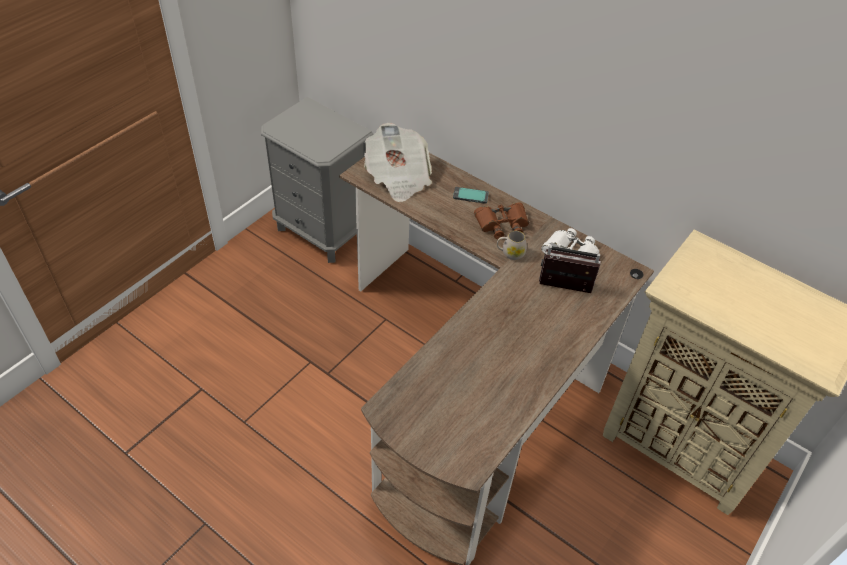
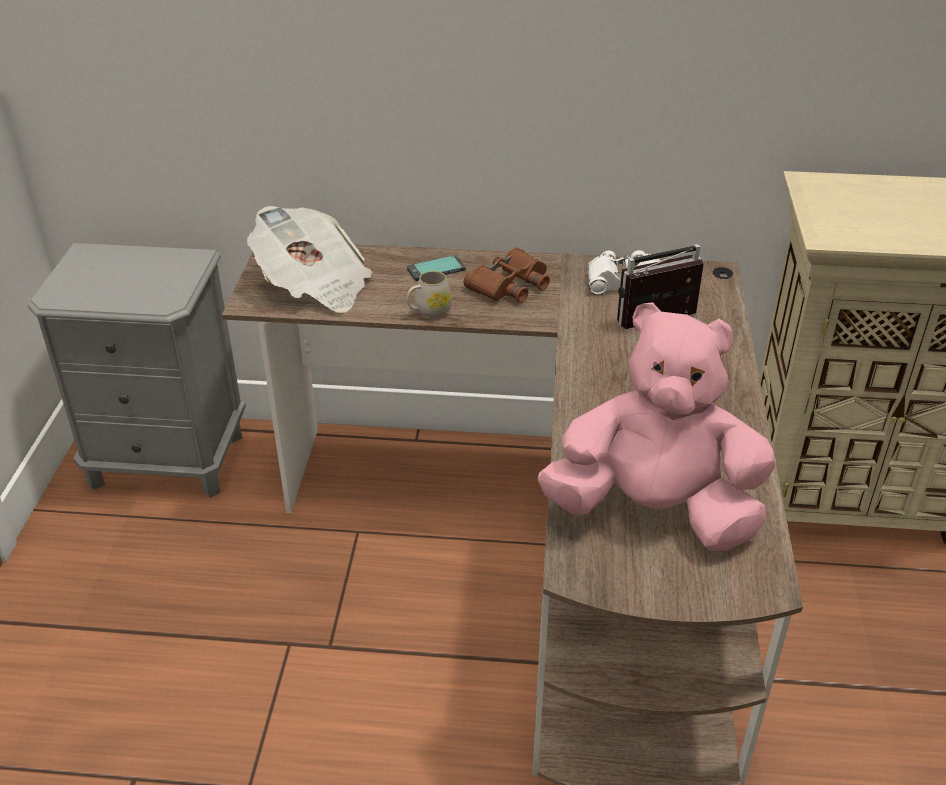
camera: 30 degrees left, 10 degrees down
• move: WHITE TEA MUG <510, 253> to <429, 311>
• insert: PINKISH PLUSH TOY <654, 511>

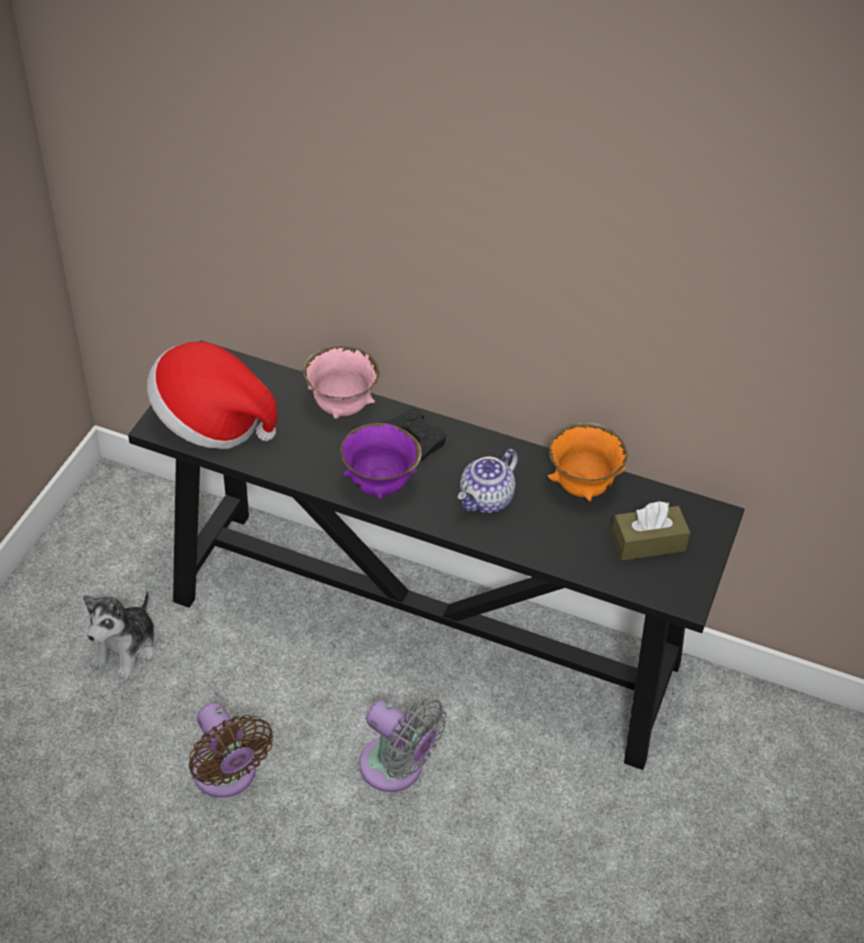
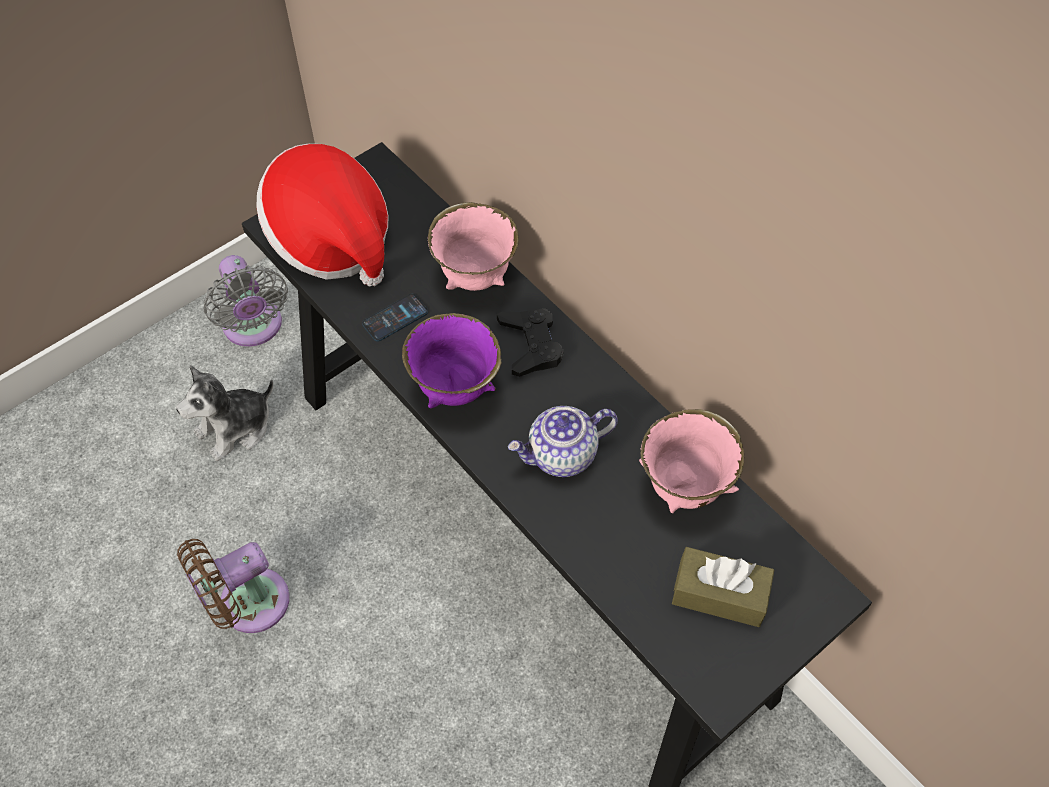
camera: 30 degrees right, 10 degrees up
• rotate: BROWN-COLOURED ELECTRIC FAN <227, 775> = <247, 605> 60 degrees clockwise
• move: GREYISH ELECTRIC FAN <396, 768> to <254, 328>
• recolor: ORANGE-COLOURED DEEP DISH <583, 487> to PINKISH DEEP DISH <685, 487>
• insert: PHONE <395, 318>

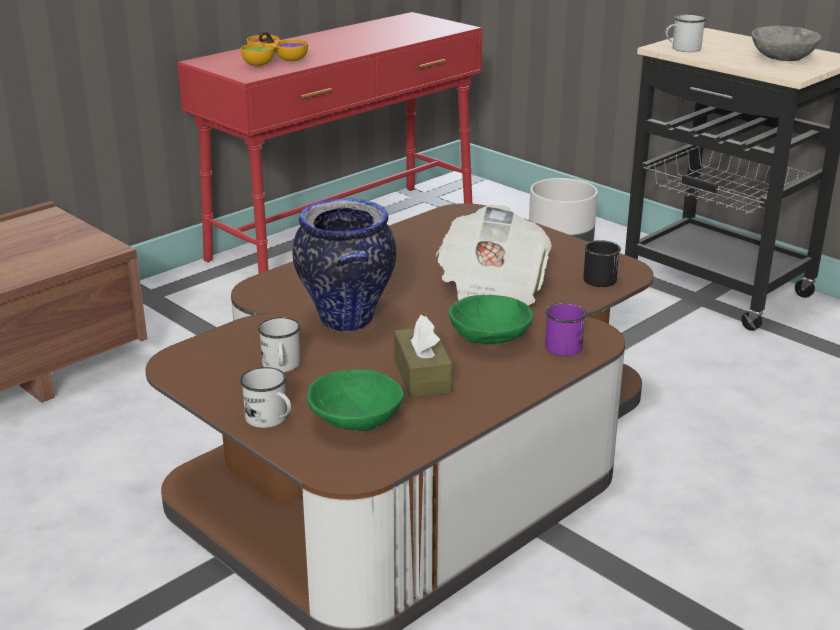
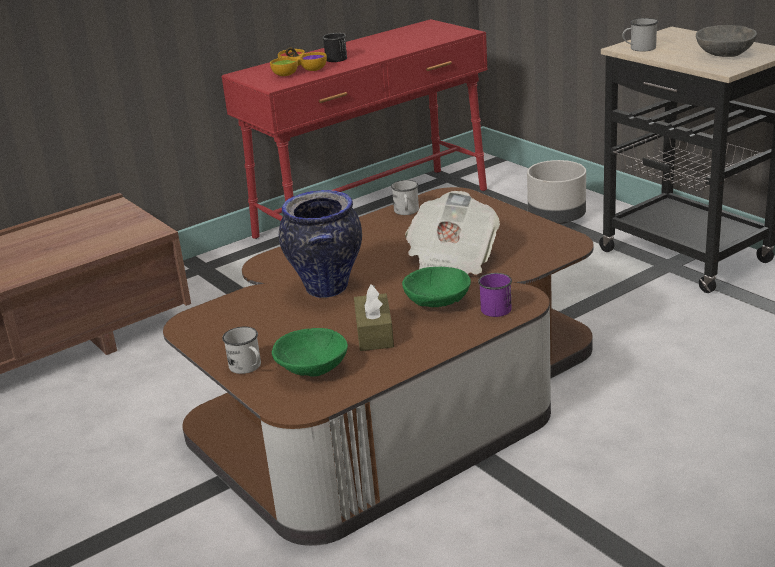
camera: 10 degrees right, 0 degrees up
• move: WHITE TEA MUG <281, 367> to <406, 212>
• move: BLACKISH TEA MUG <600, 278> to <338, 58>

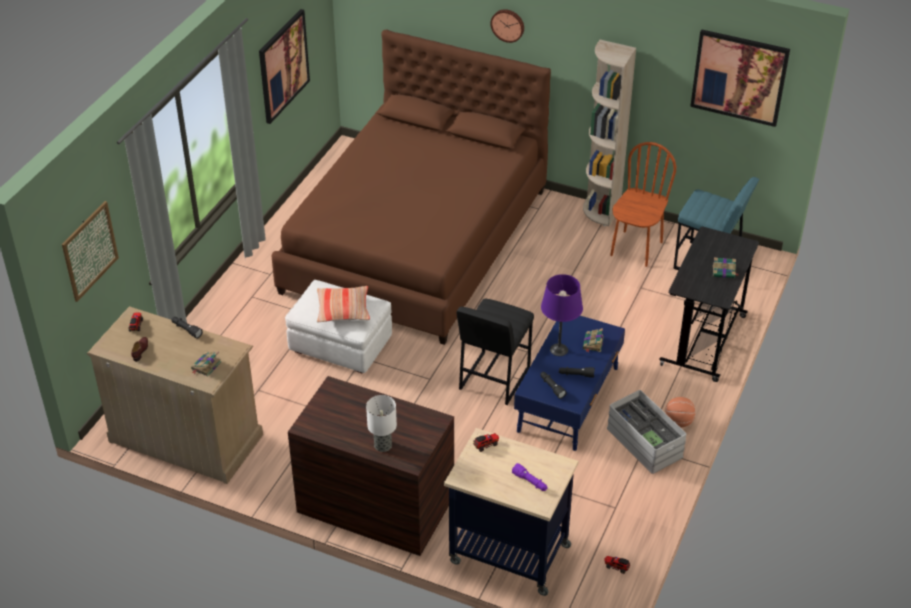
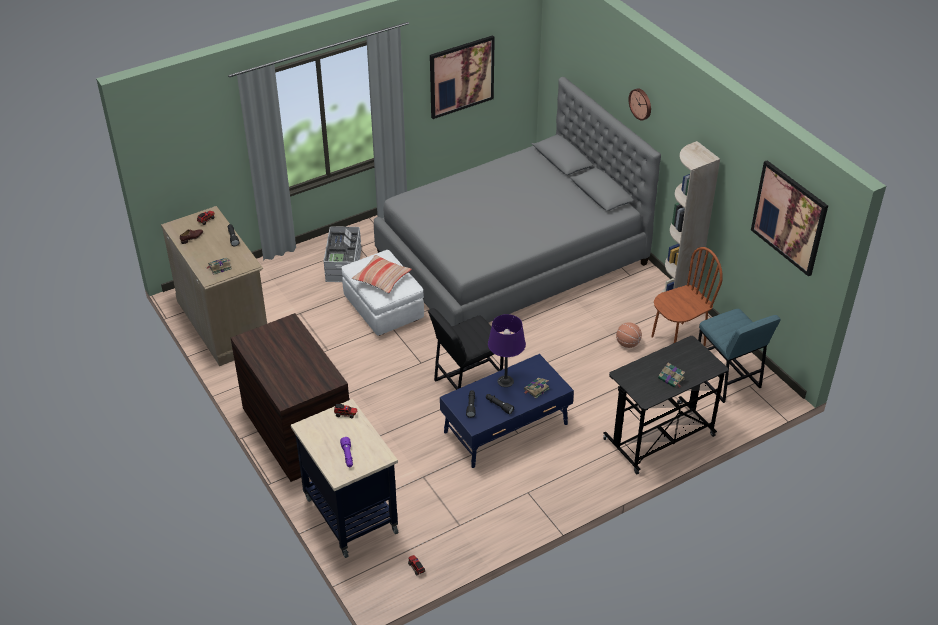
camera: 35 degrees right, 0 degrees up
• delete: PICTURE <89, 250>
• recolor: BROWN-COLOURED BED <416, 240> to GREYISH BED <512, 258>
• delete: TABLETOP LAMP <383, 446>
• move: GREYISH STORAGE BIN <644, 442> to <343, 263>
• move: BASKETBALL BALL <678, 422> to <628, 344>

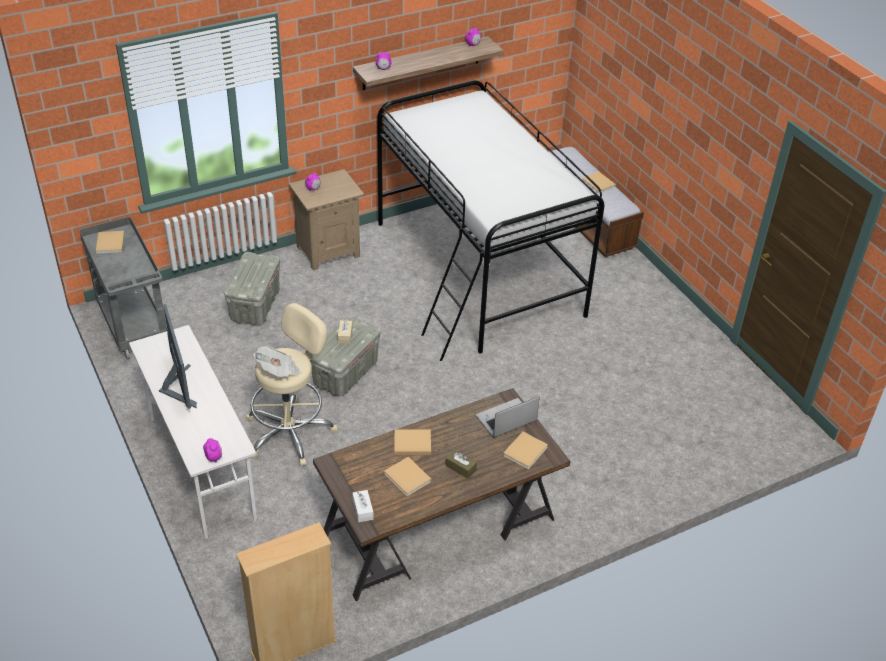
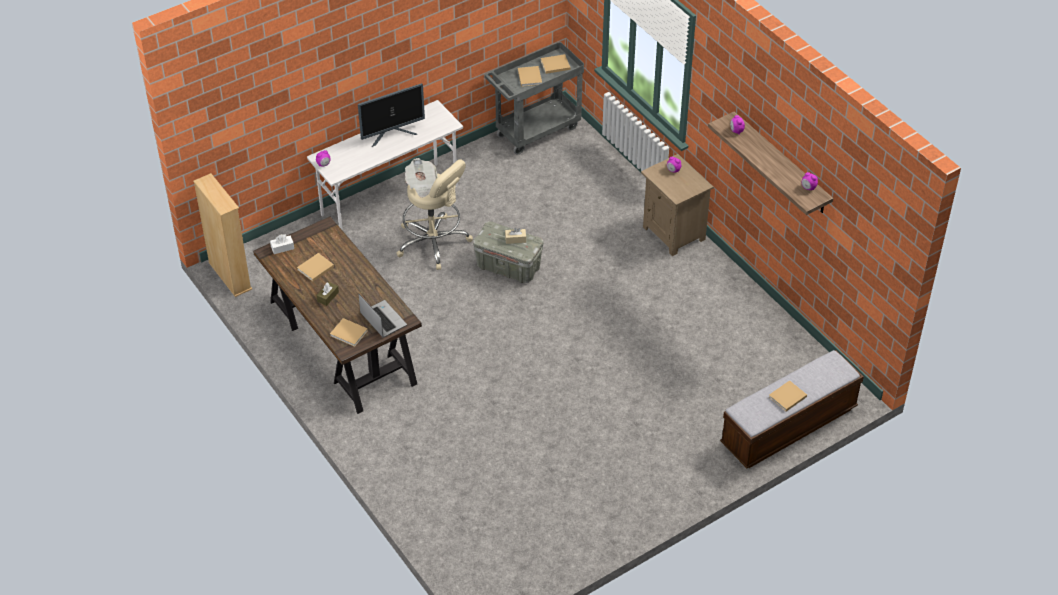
camera: 85 degrees right, 5 degrees up
• delete: GREYISH STORAGE BIN <255, 305>
• delete: BLACKISH BED <477, 271>
• move: BEIGE VOLUME <411, 443> to <529, 76>

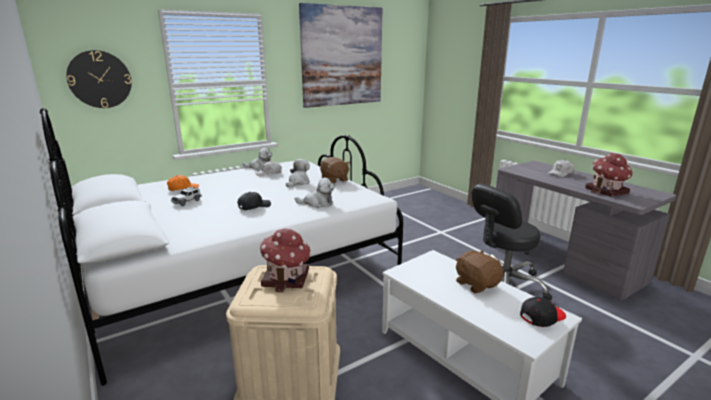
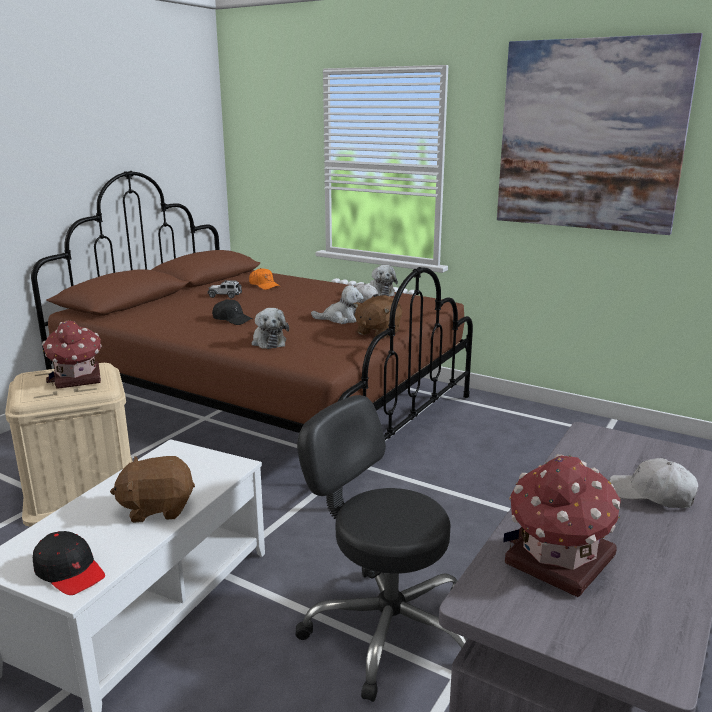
camera: 65 degrees right, 0 degrees up
• recolor: WHITE BED <240, 271> to BROWN-COLOURED BED <267, 405>
• delete: CLOCK ON THE WALL <100, 79>
• rotate: BROWN-COLOURED PLUSH TOY <476, 284> = <157, 508> 135 degrees counterclockwise

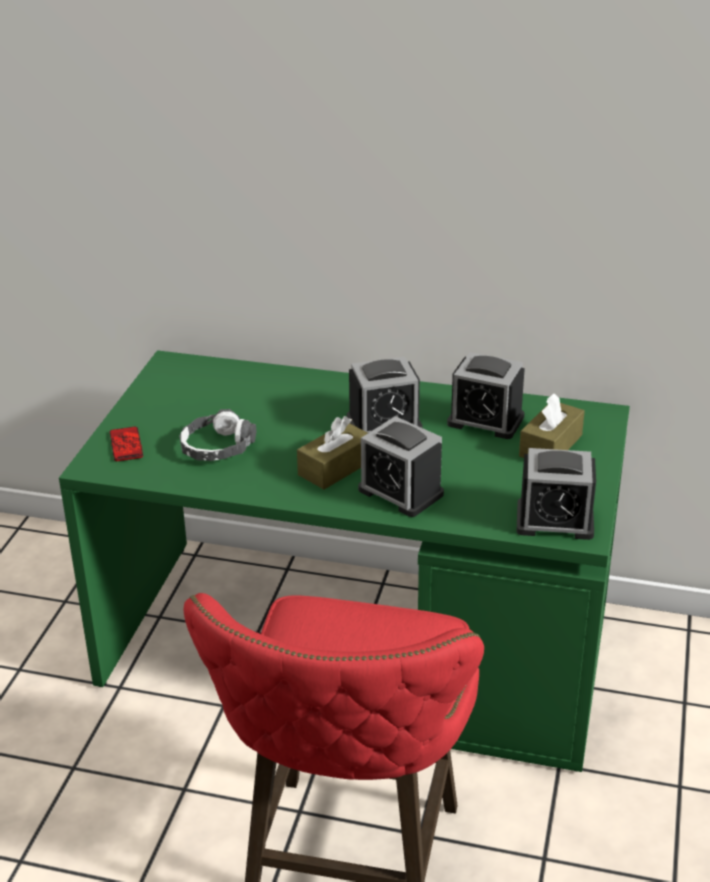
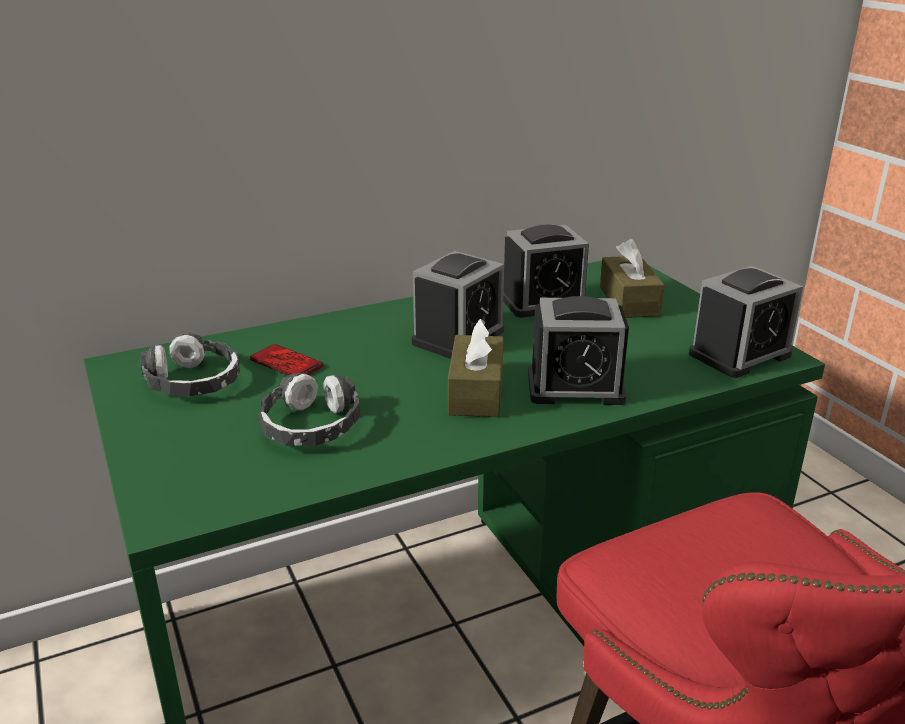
camera: 40 degrees left, 5 degrees down
• move: PHONE <126, 445> to <286, 363>
• insert: PAIR OF HEADPHONES <193, 381>

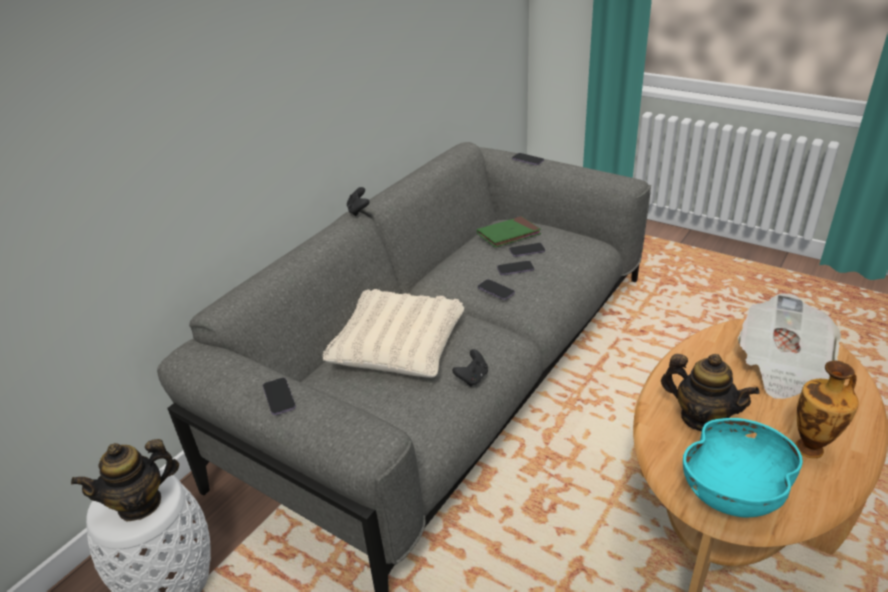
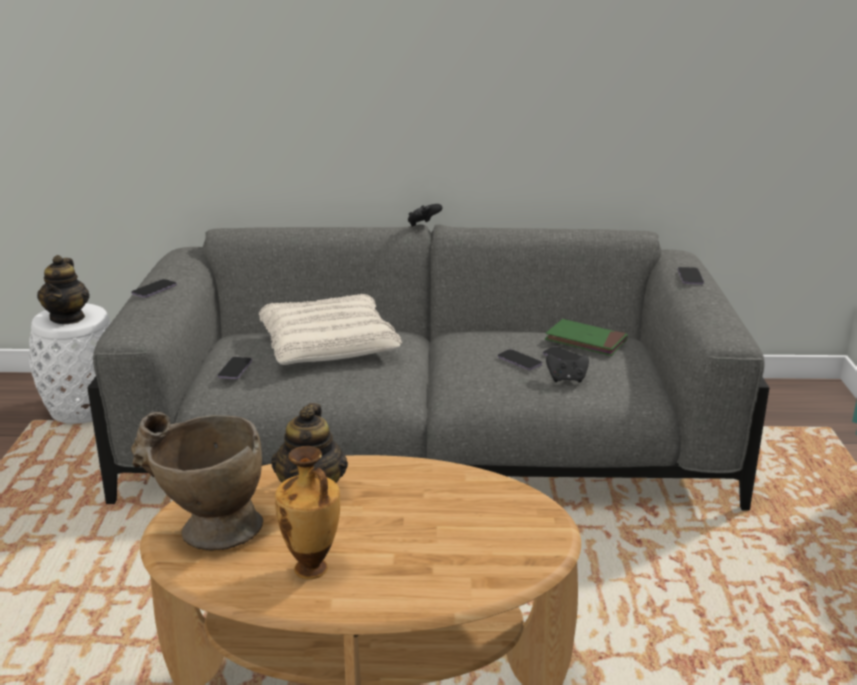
camera: 55 degrees right, 10 degrees down
• rotate: POT FOR TEA <140, 504> = <68, 318> 120 degrees counterclockwise
• move: BLACKISH GAMEPAD <472, 378> to <567, 379>
• move: PHONE <496, 291> to <235, 370>
• replace: BLUE-GREEN DEEP DISH <734, 491> to BEIGE VASE <207, 531>
• delete: PRINTED PAPER <782, 367>

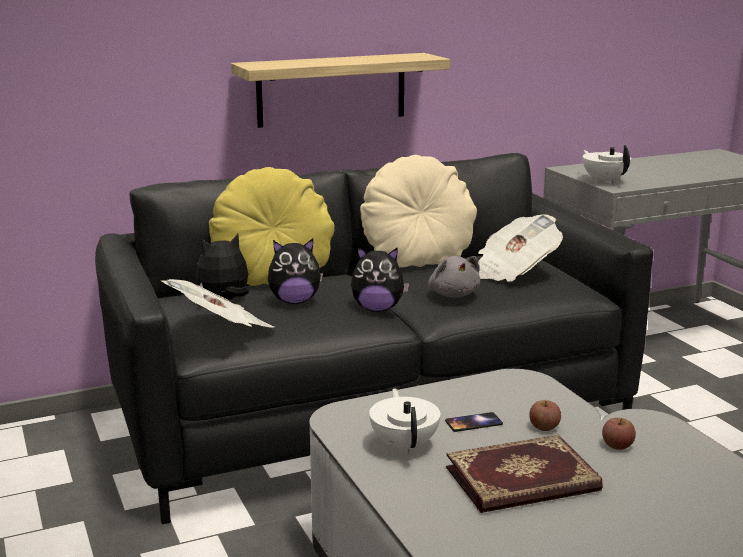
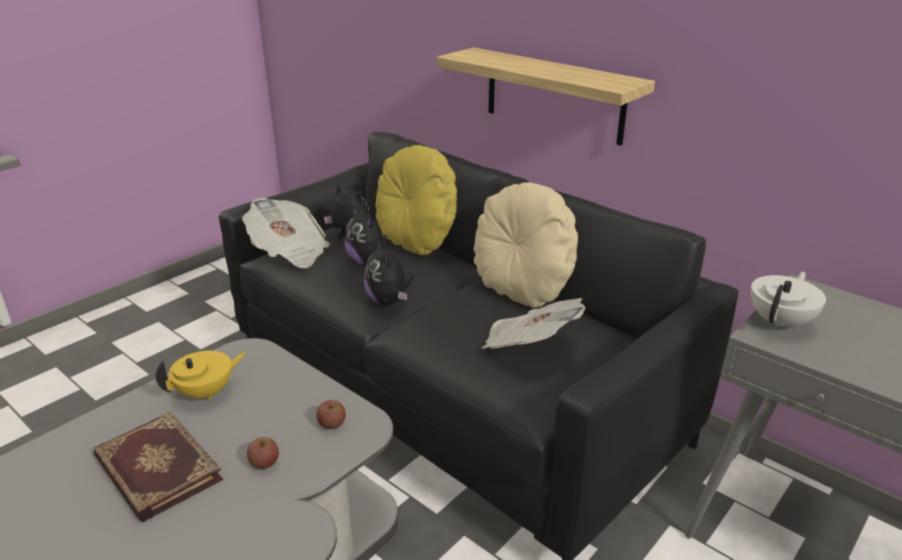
camera: 65 degrees right, 10 degrees up
• recolor: WHITE POT FOR TEA <404, 445> to YELLOW POT FOR TEA <206, 393>
• delete: GREYISH PLUSH TOY <453, 294>
• delete: PHONE <473, 423>
• move: WHOLE APPLE <617, 445> to <332, 424>

